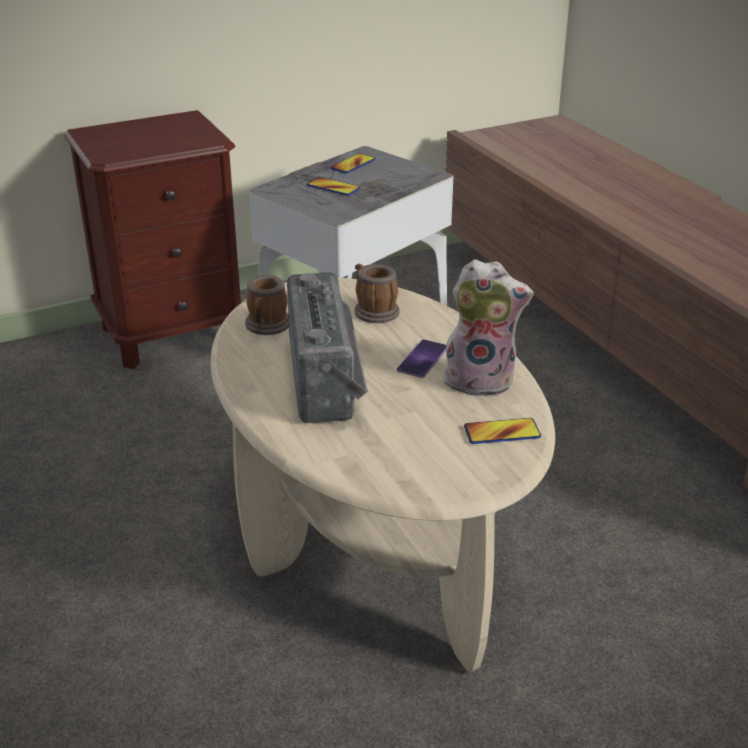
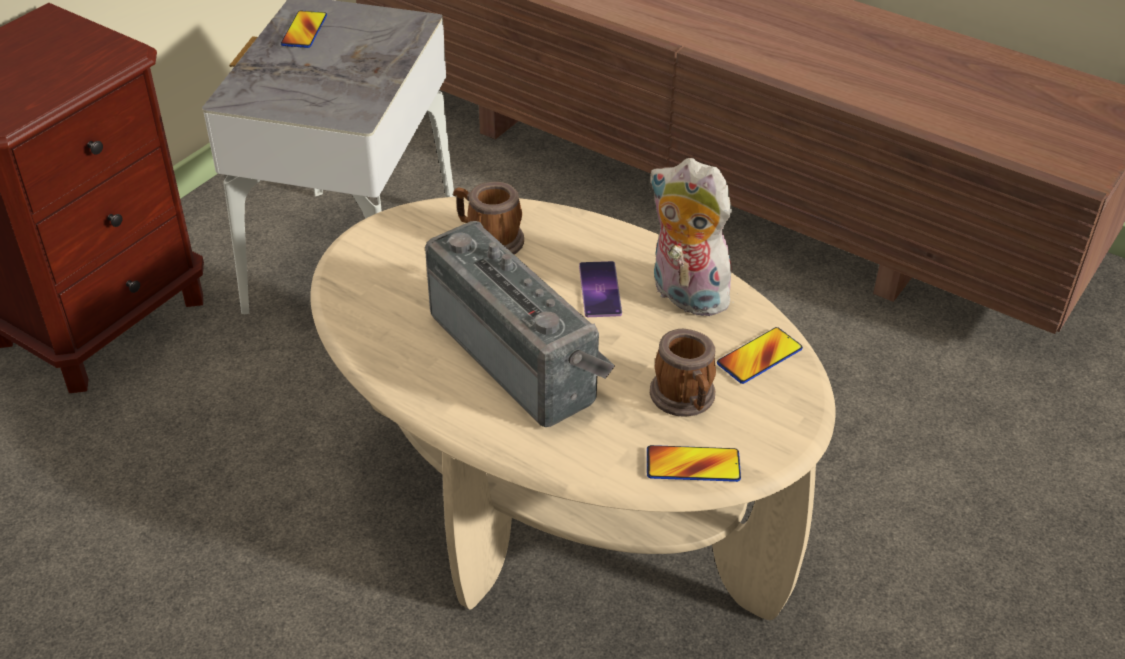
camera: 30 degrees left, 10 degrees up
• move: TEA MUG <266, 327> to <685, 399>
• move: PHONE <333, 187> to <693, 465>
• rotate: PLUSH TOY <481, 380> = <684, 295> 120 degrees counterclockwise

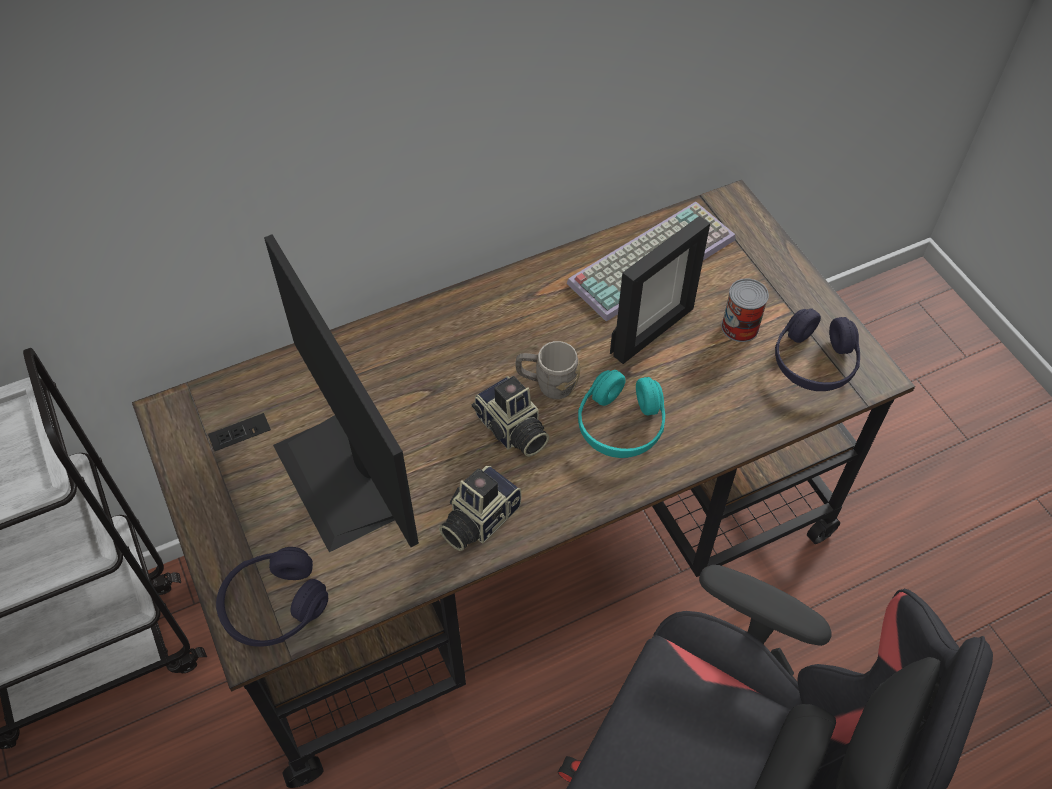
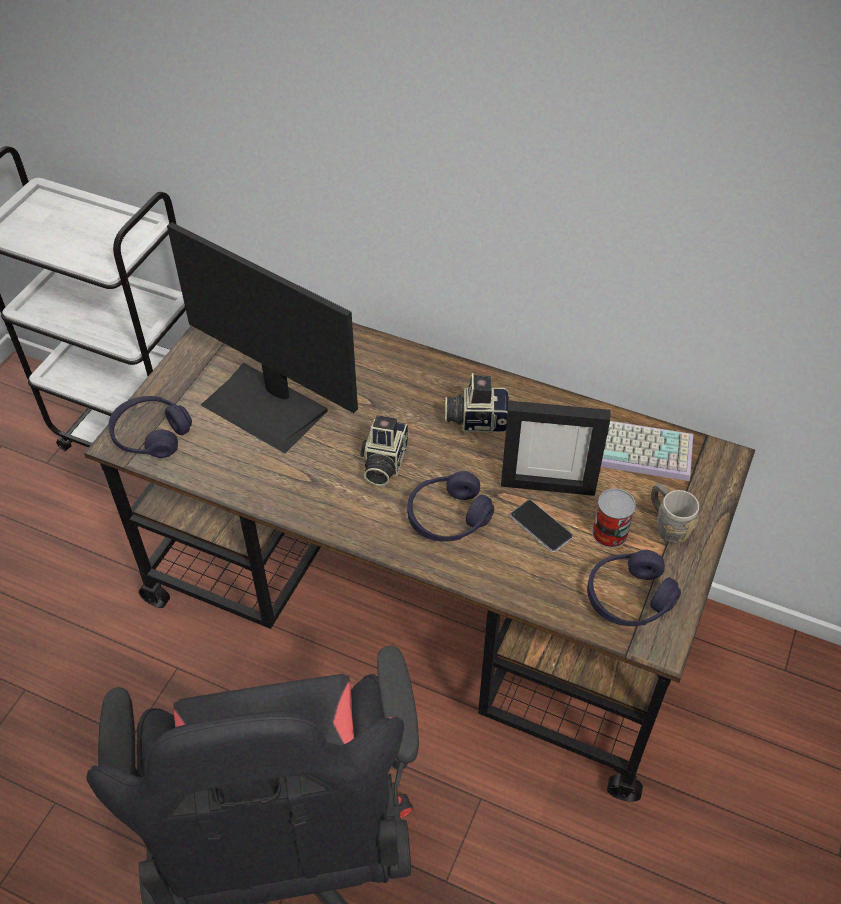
camera: 50 degrees right, 5 degrees down
• rotate: COMPUTER SCREEN <344, 477> = <266, 406> 75 degrees counterclockwise
• move: PHOTO CAMERA <478, 519> to <476, 419>
• move: GREYISH TEA MUG <547, 384> to <667, 525>
• recolor: BLUE-GREEN PAIR OF HEADPHONES <620, 425> to PURPLISH PAIR OF HEADPHONES <448, 517>
• insert: PHONE <541, 526>

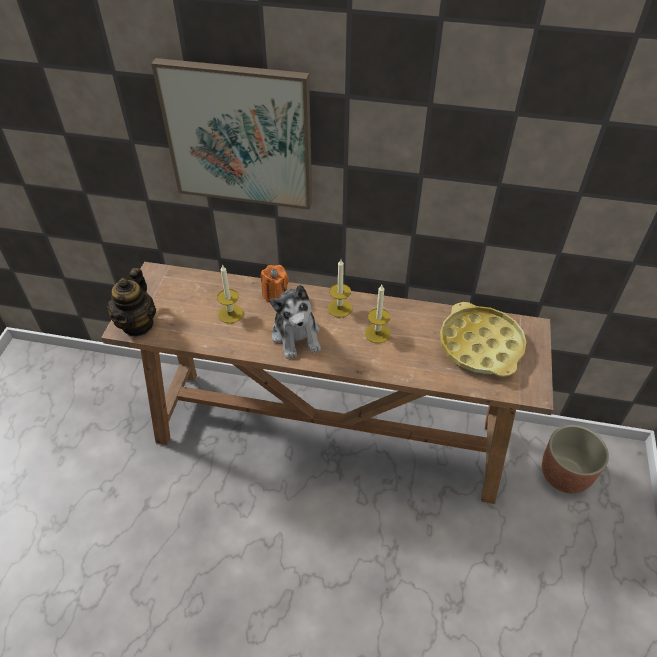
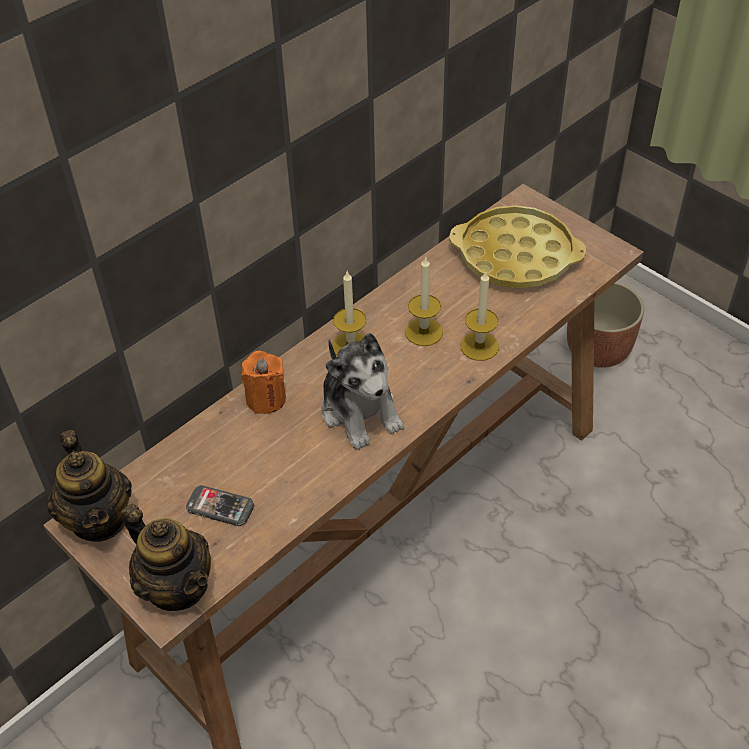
camera: 55 degrees left, 0 degrees up
• delete: PICTURE <239, 135>
• move: WAX LIGHT <230, 314> to <479, 346>
• rotate: PLUSH TOY <296, 335> = <360, 411> 45 degrees clockwise
• insert: POT FOR TEA <99, 519>
• insert: PHONE <220, 507>

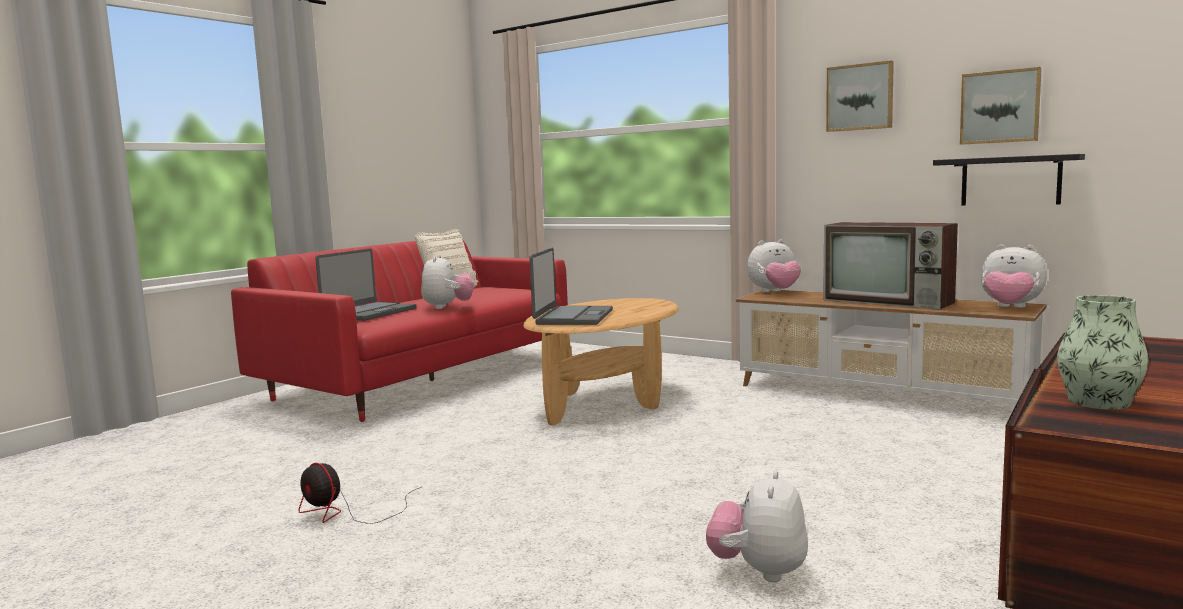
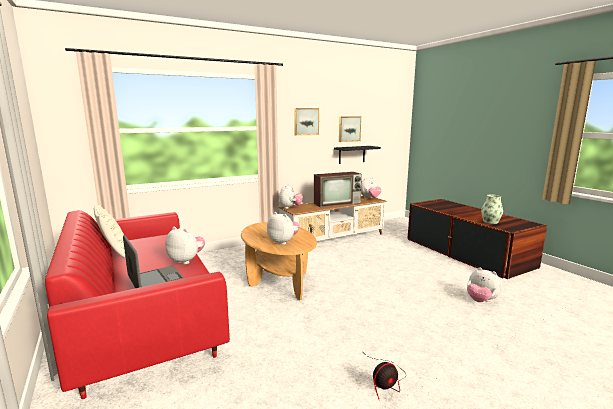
camera: 65 degrees left, 5 degrees up
• replace: PORTABLE COMPUTER <573, 317> to PLUSH TOY <283, 242>

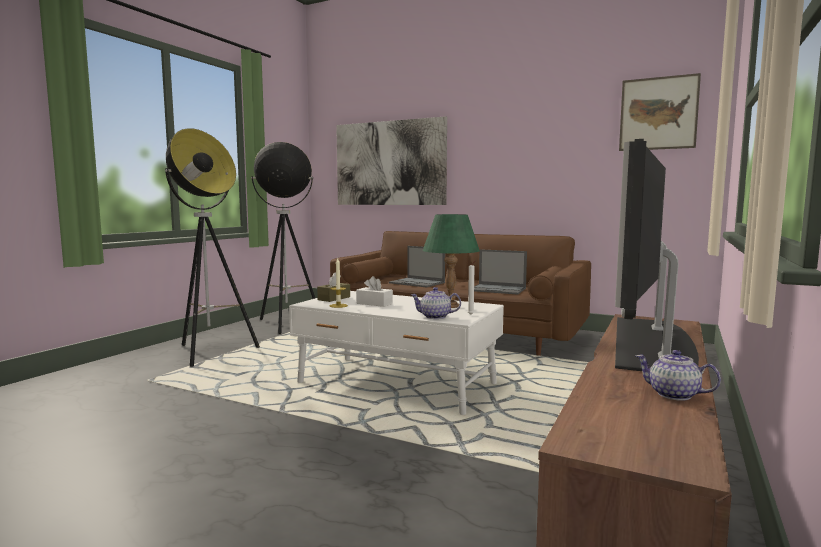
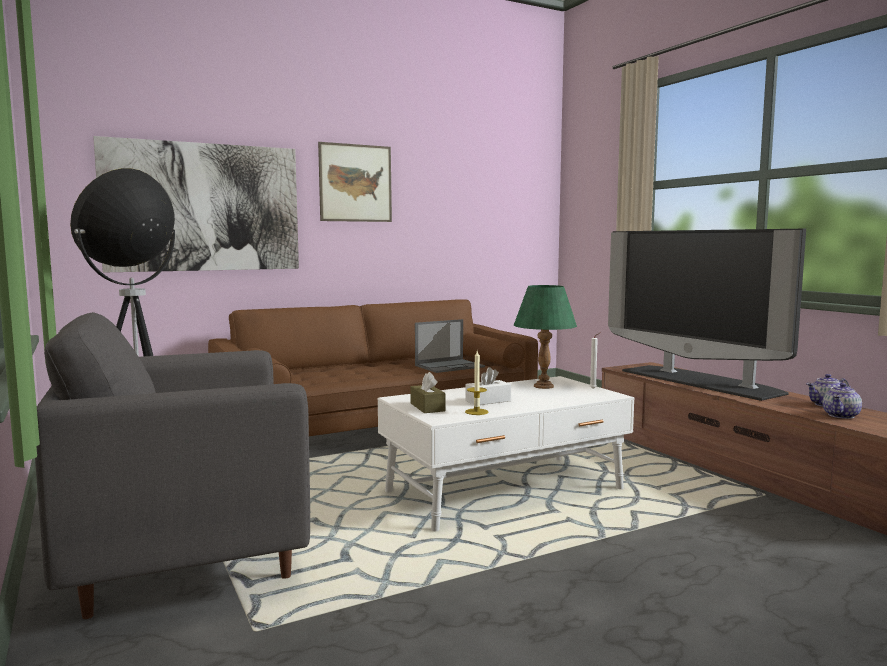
camera: 55 degrees left, 0 degrees up
• replace: STANDING LAMP <210, 352> to GREYISH ARMCHAIR <185, 562>
• delete: PORTABLE COMPUTER <417, 283>
• move: POT FOR TEA <435, 317> to <841, 416>
• move: PICTURE <658, 113> to <355, 183>

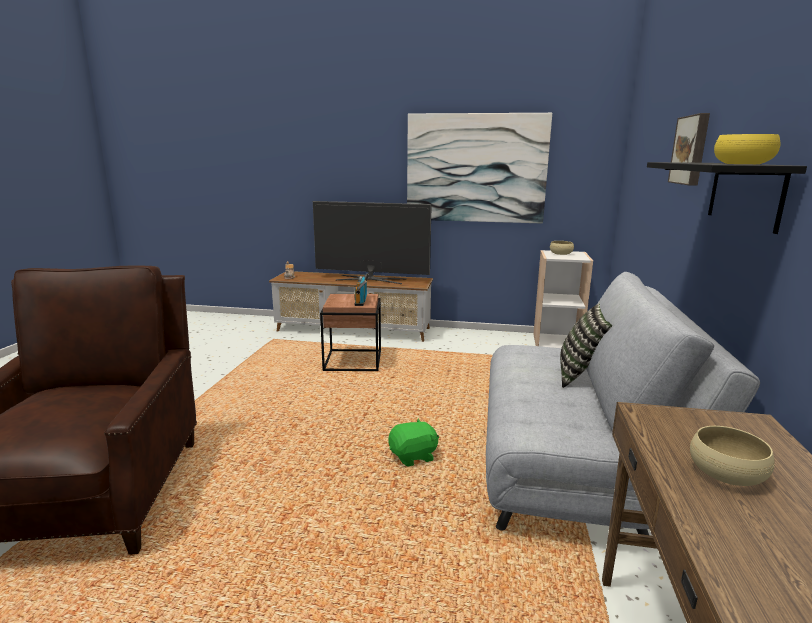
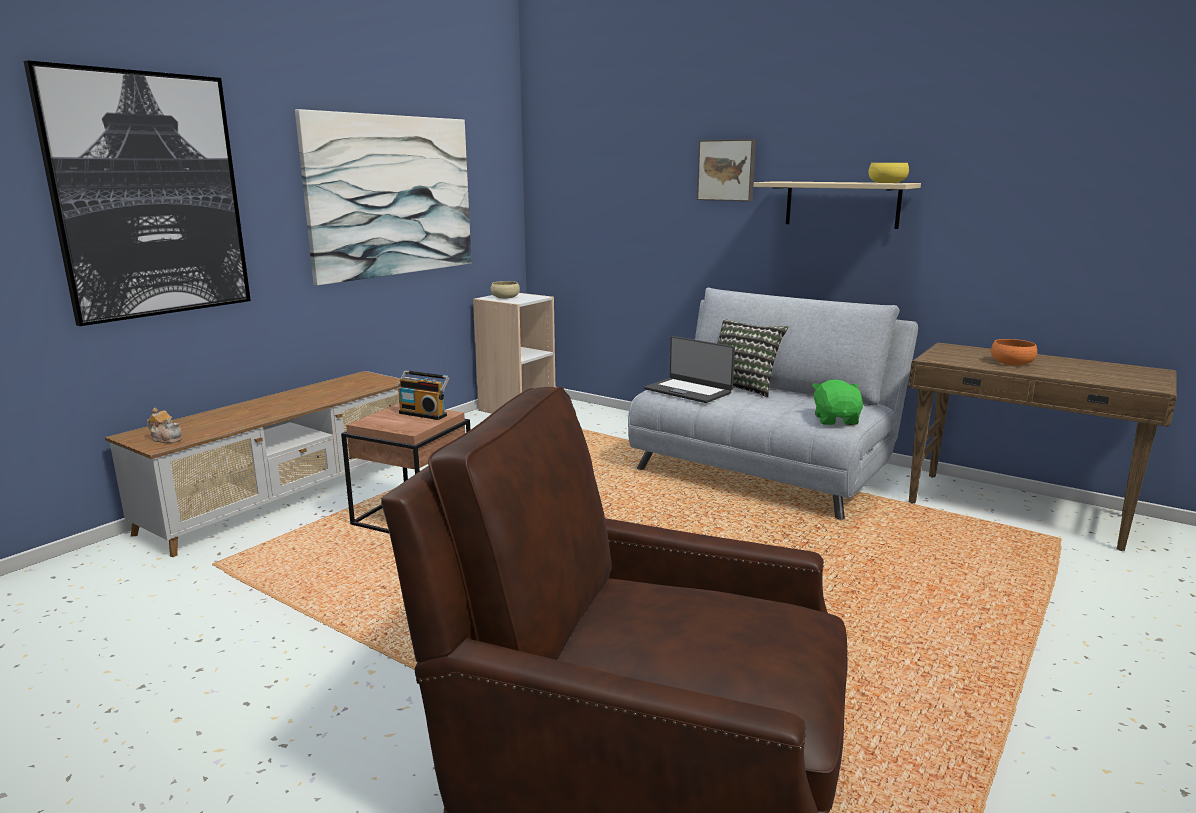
camera: 65 degrees left, 0 degrees up
• delete: TV <371, 279>
• move: GREENISH PLUSH TOY <413, 456> to <836, 420>
• recolor: BLACKISH BRACKET SHELF <744, 194> to BEIGE BRACKET SHELF <842, 204>
• recolor: BEIGE DEEP DISH <726, 473> to ORANGE-COLOURED DEEP DISH <1012, 363>
• insert: PICTURE <149, 196>
• insert: PORTABLE COMPUTER <688, 391>

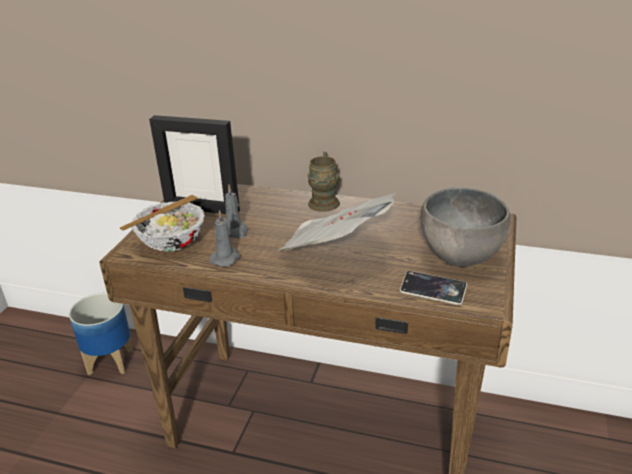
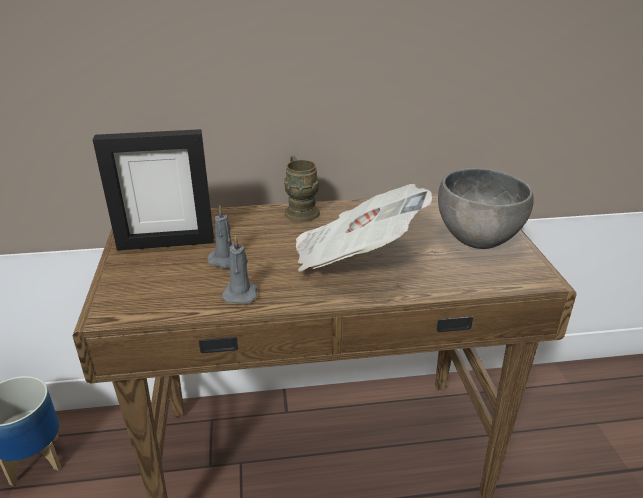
camera: 25 degrees left, 0 degrees up
• delete: DEEP DISH <172, 243>
• delete: PHONE <433, 291>

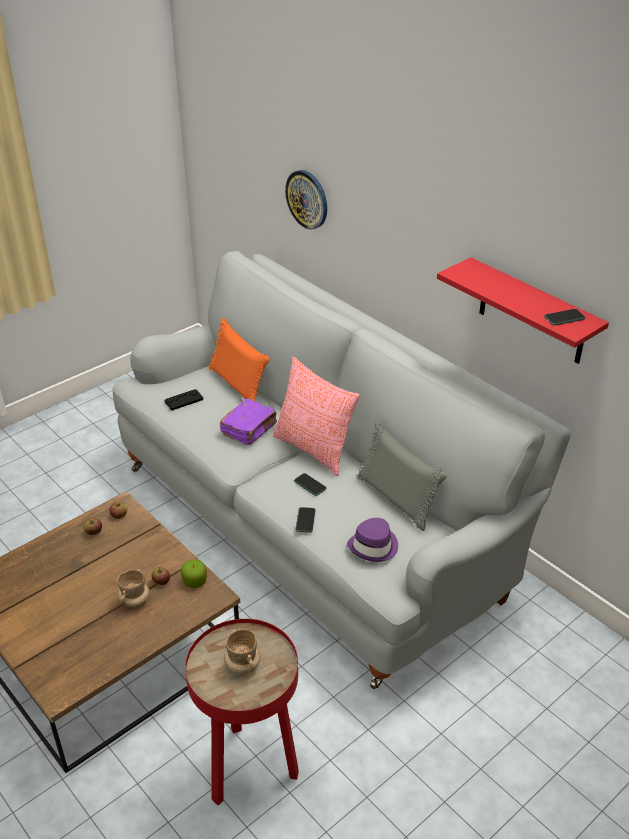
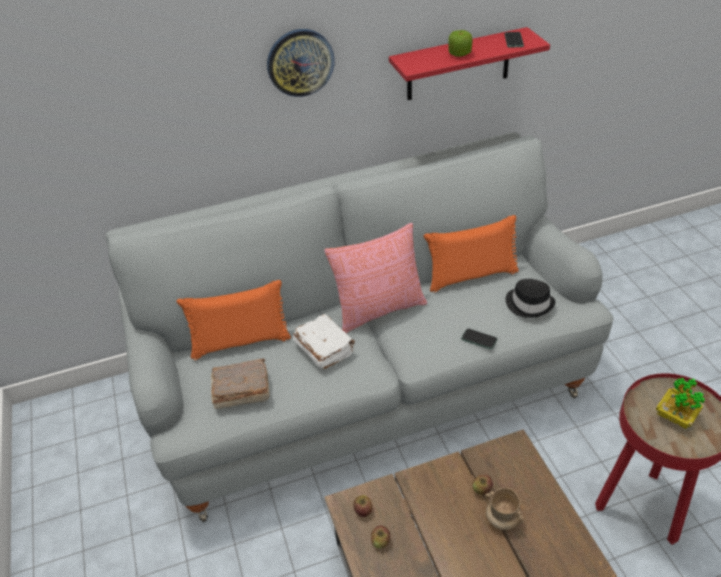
camera: 65 degrees left, 5 degrees up
• replace: BLACKISH GAMEPAD <184, 400> to BROWN-COLOURED VOLUME <241, 391>
• move: WHOLE APPLE <195, 581> to <459, 54>
• recolor: PURPLISH VOLUME <249, 429> to WHITE VOLUME <324, 348>
• replace: BEIGE TEA MUG <242, 665> to PLANT IN A POT <676, 416>
• move: CLOCK ON THE WALL <307, 199> to <300, 62>
• delete: PHONE <310, 485>
• recolor: PURPLISH WEARABLE HAT <374, 546> to BLACKISH WEARABLE HAT <529, 304>
• recolor: GREYISH CUSHION <397, 499> to ORANGE-COLOURED CUSHION <471, 275>

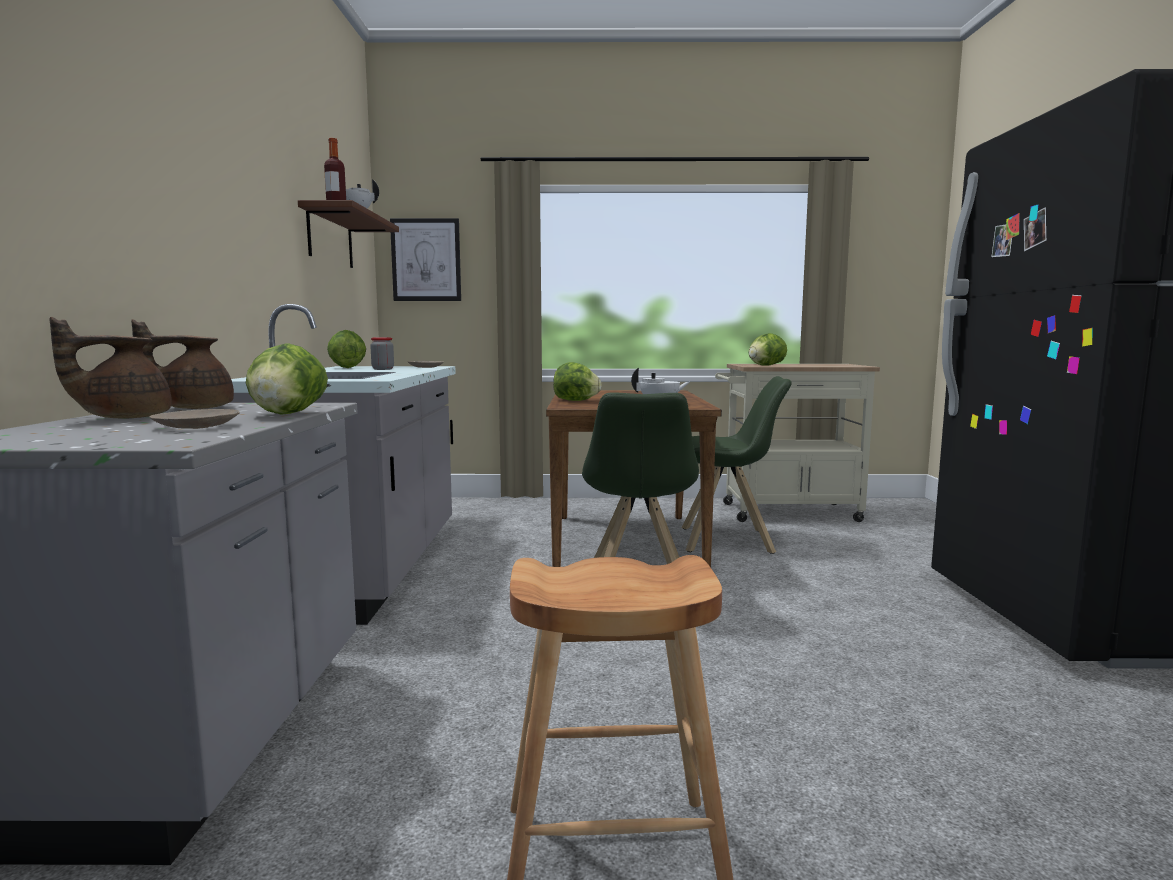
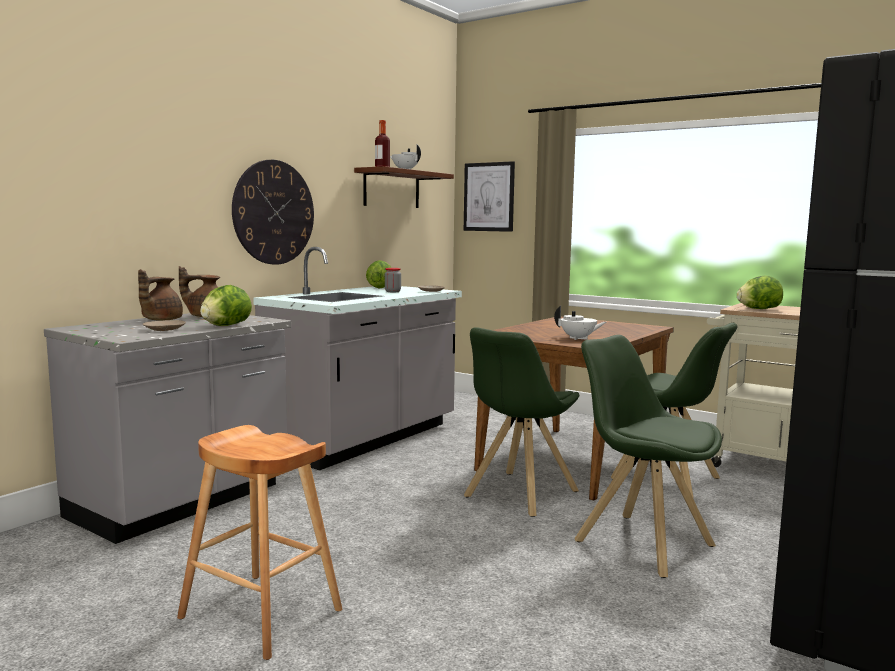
camera: 35 degrees right, 0 degrees up
• rotate: BROWN-COLOURED POT FOR TEA <124, 417> = <160, 320> 60 degrees counterclockwise
• delete: LETTUCE HEAD <576, 400>
• insert: CLOCK ON THE WALL <274, 212>
• insert: GREENISH PLAIN CHAIR <642, 543>

